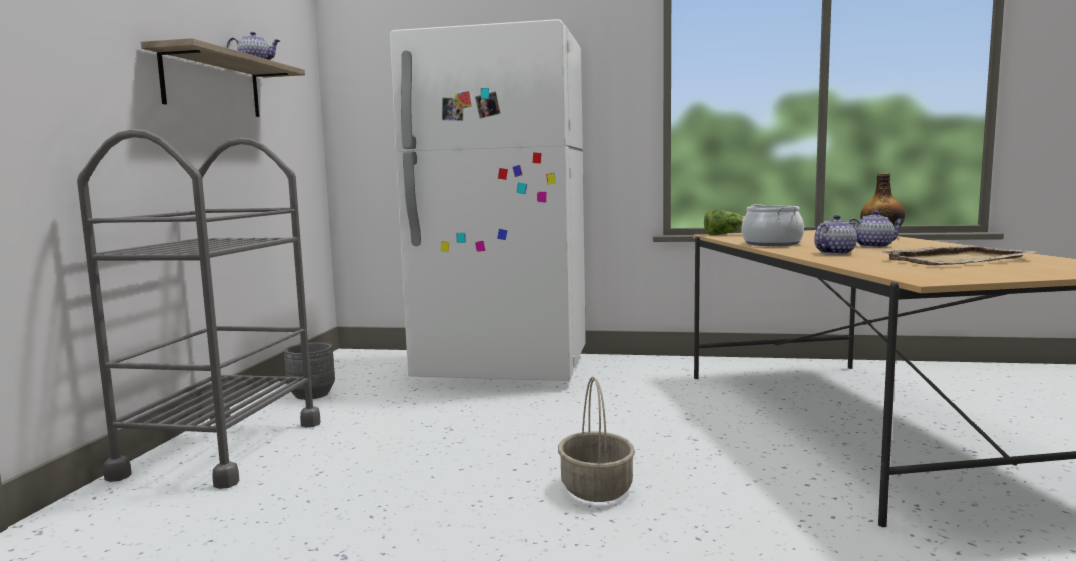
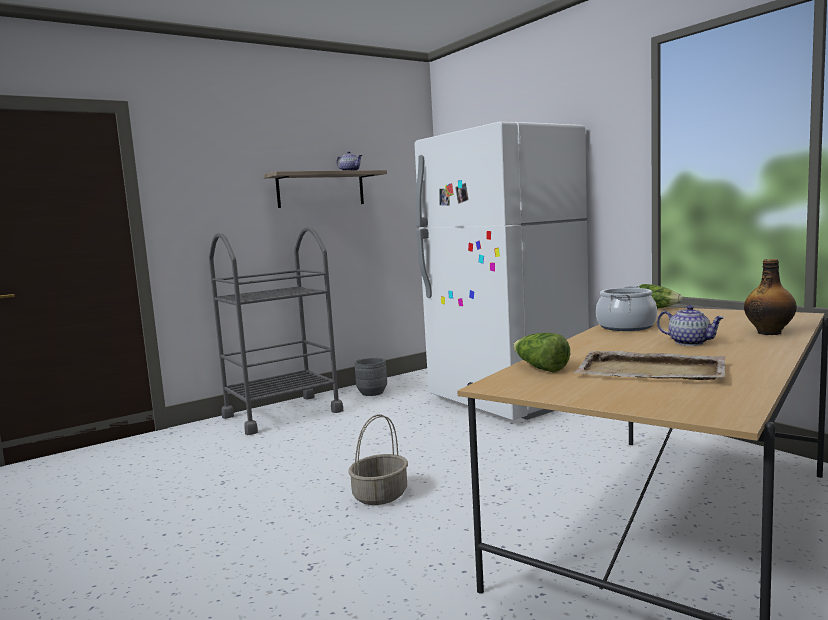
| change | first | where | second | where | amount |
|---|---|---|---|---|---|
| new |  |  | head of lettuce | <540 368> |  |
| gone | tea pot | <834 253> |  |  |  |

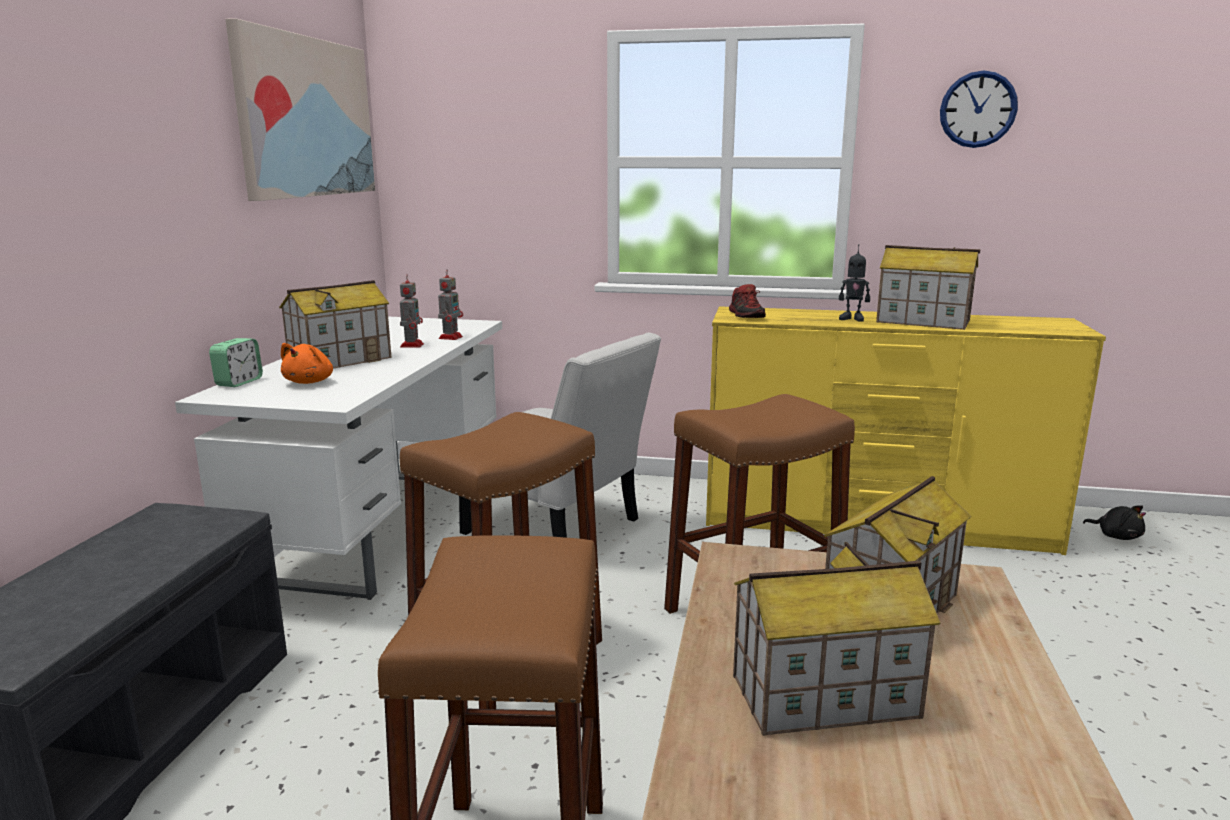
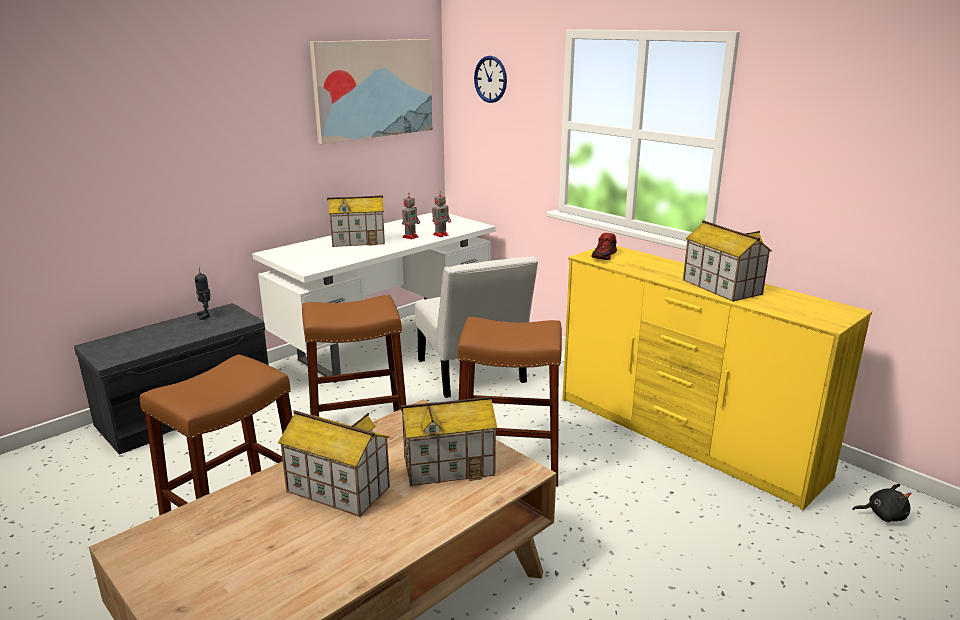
| change | first | where | second | where | amount |
|---|---|---|---|---|---|
| shifted | toy robot | <852 319> |  | <205 316> |  |
| shifted | hanging clock | <978 109> |  | <490 79> |  |
| rotated | black-coloured soft toy | <1116 536> |  | <883 515> | 75 degrees counterclockwise |
| gone | alarm clock | <239 382> |  |  |  |
| gone | orangey soft toy | <310 382> |  |  |  |

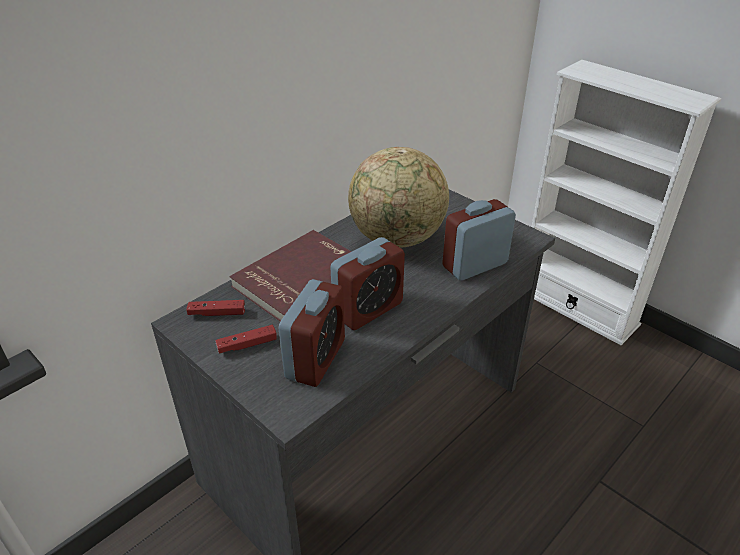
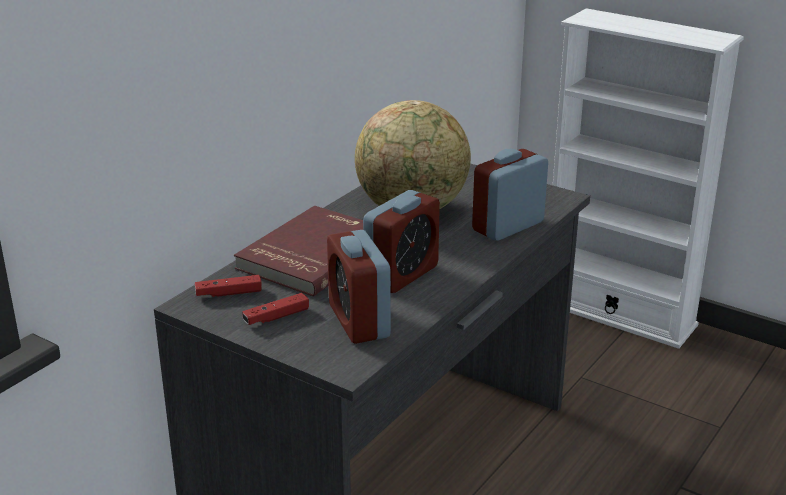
| change | first | where | second | where | amount |
|---|---|---|---|---|---|
| rotated | alarm clock | <315 359> |  | <359 321> | 150 degrees clockwise |

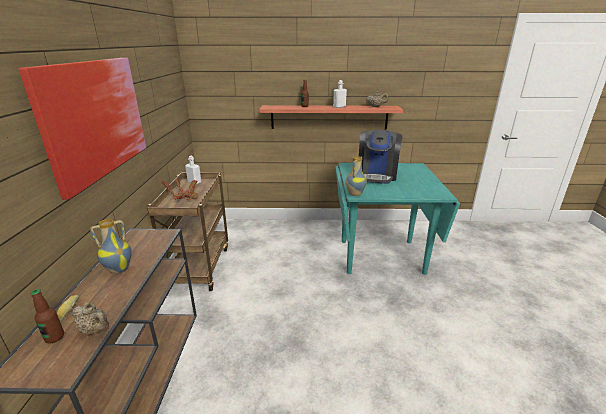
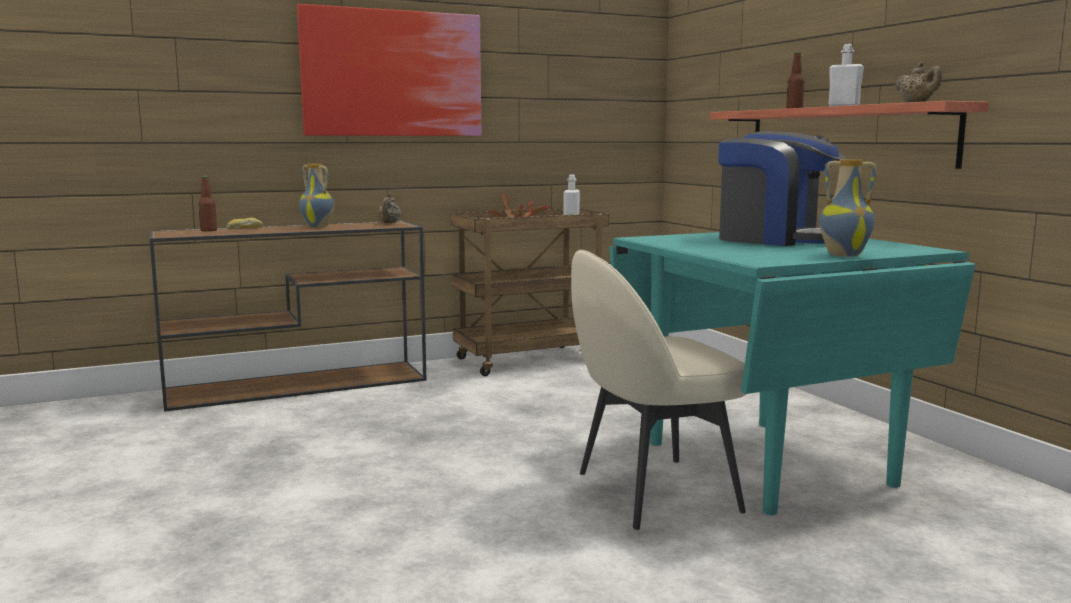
| change | first | where | second | where | amount |
|---|---|---|---|---|---|
| shifted | beige tea pot | <95 330> |  | <389 223> |  |
| new |  |  | beige upright chair | <652 492> |  |
| rotated | coffee maker | <377 175> |  | <775 239> | 135 degrees counterclockwise |
| shifted | flower vase | <354 194> |  | <844 255> |  |

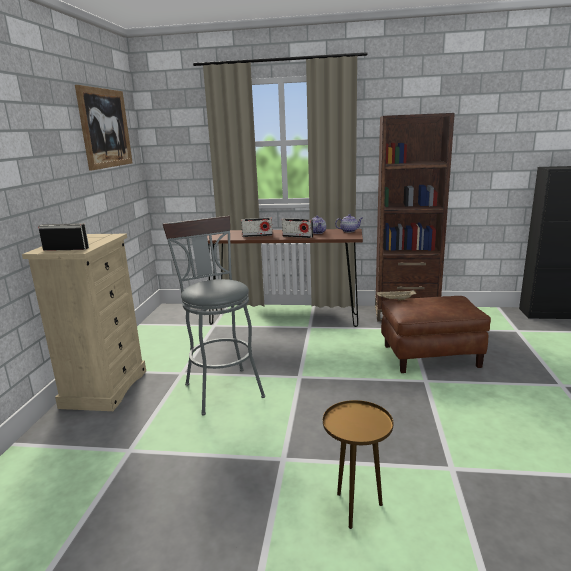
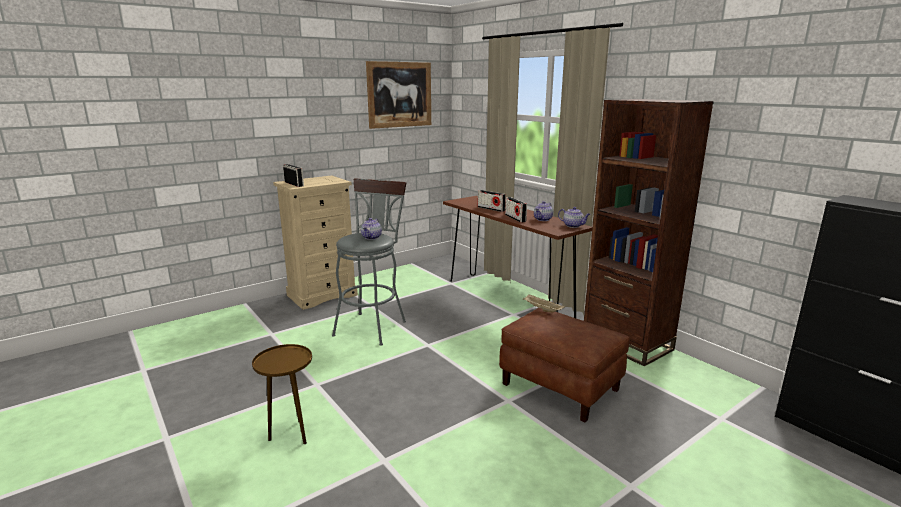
| change | first | where | second | where | amount |
|---|---|---|---|---|---|
| new |  |  | tea pot | <371 237> |  |

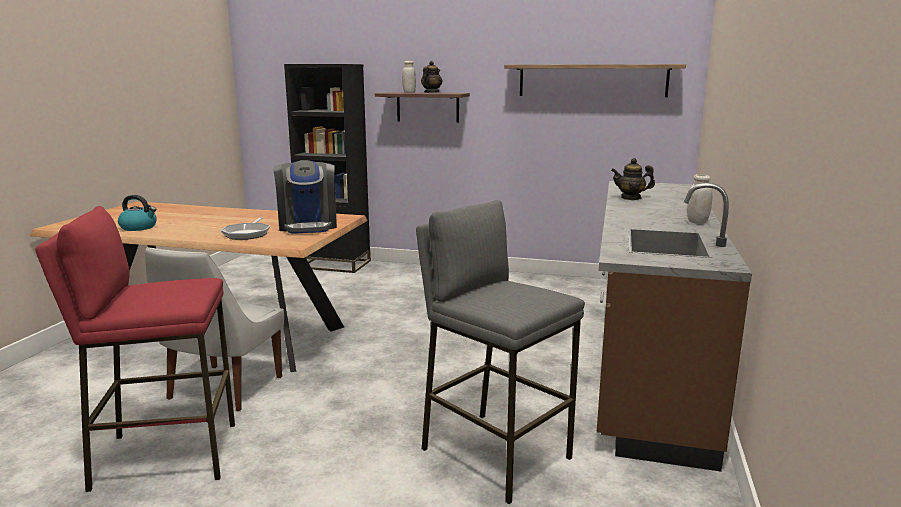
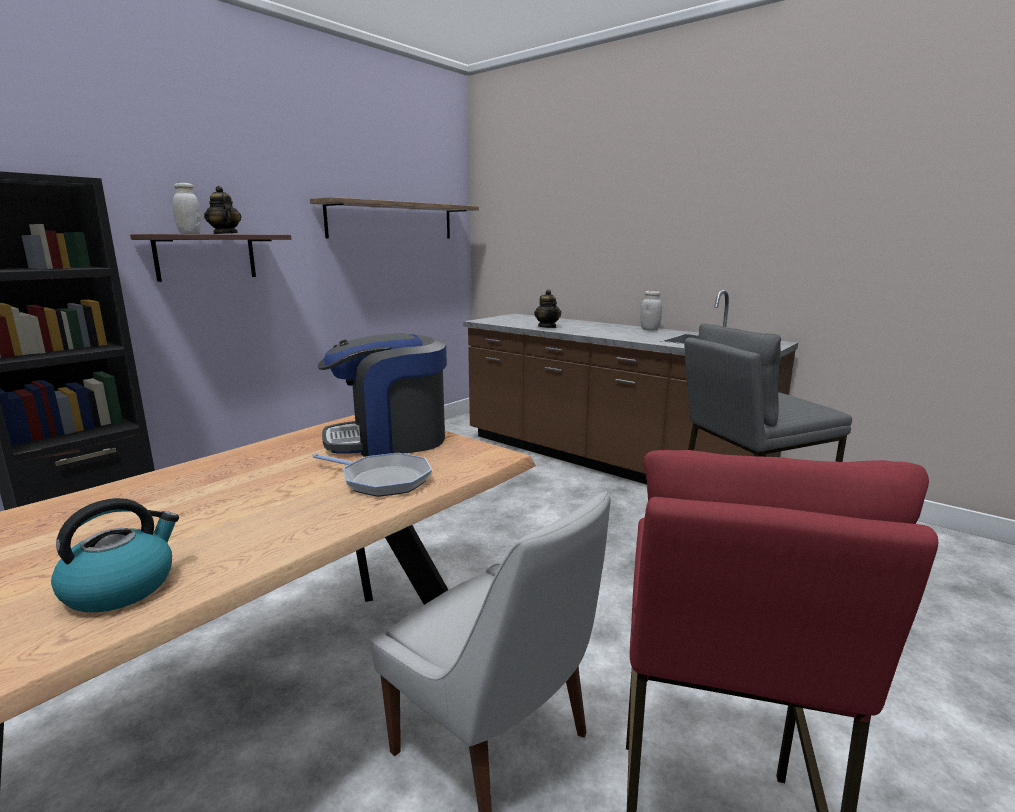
| change | first | where | second | where | amount |
|---|---|---|---|---|---|
| rotated | coffee maker | <308 226> |  | <389 440> | 150 degrees clockwise |
| rotated | tea pot | <631 198> |  | <547 327> | 45 degrees counterclockwise |

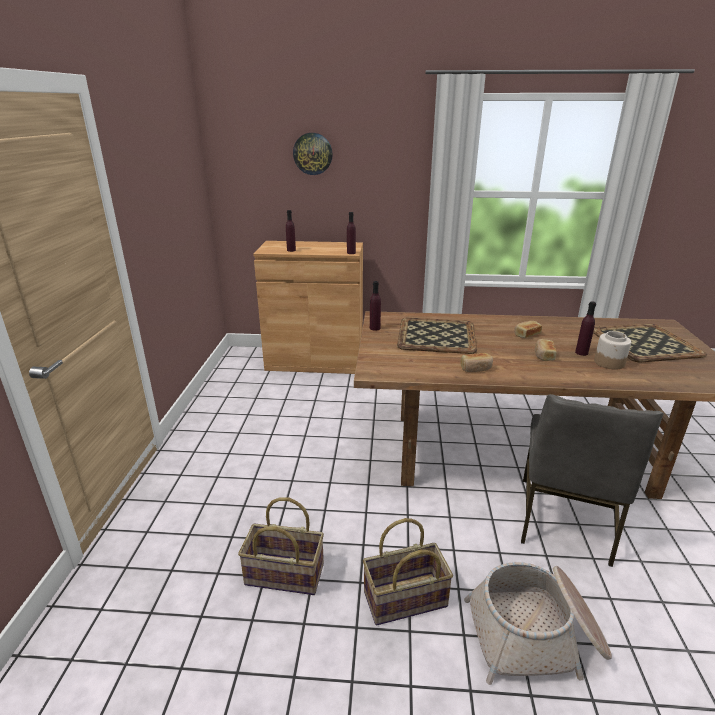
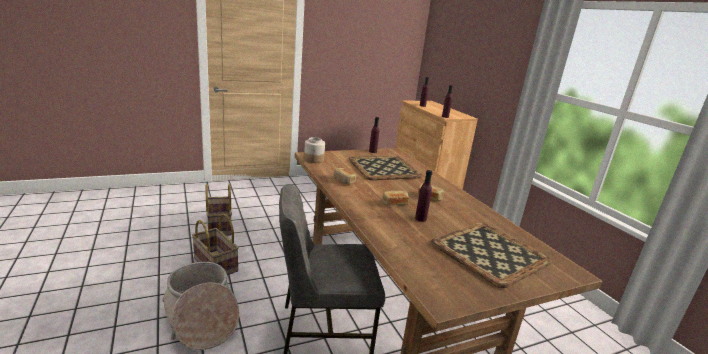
| change | first | where | second | where | amount |
|---|---|---|---|---|---|
| shifted | storage jar | <609 363> |  | <314 159> |  |
| gone | hanging clock | <312 154> |  |  |  |

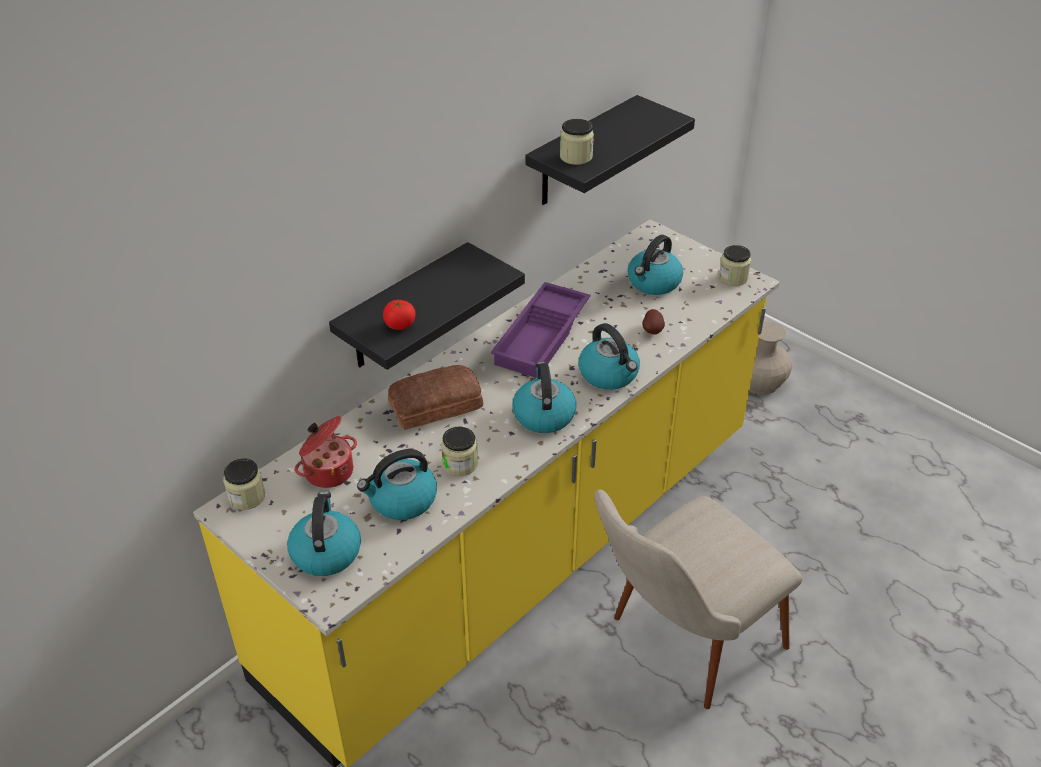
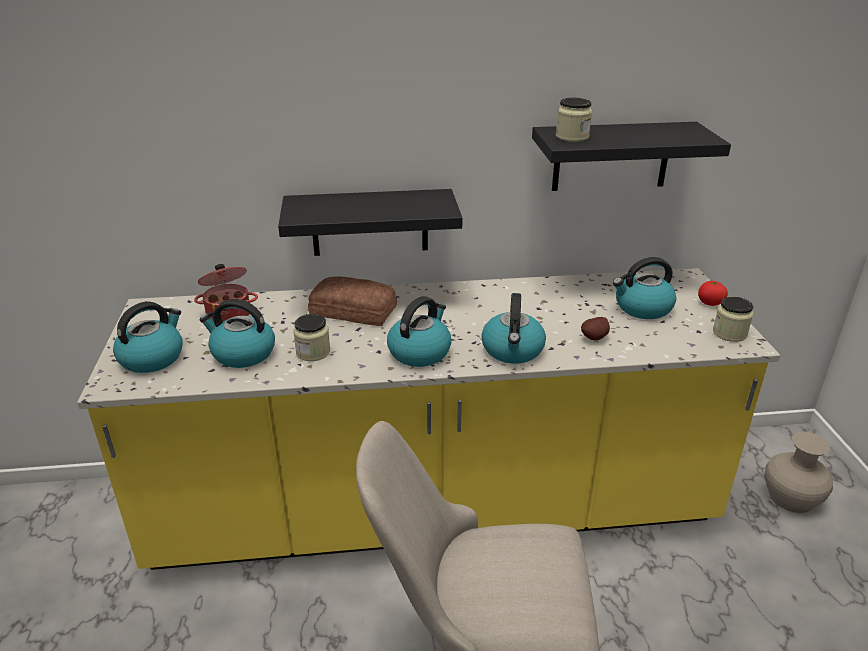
| change | first | where | second | where | amount |
|---|---|---|---|---|---|
| shifted | fresh tomato | <400 325> |  | <710 303> |  |
| gone | storage jar | <247 497> |  |  |  |
| gone | purple carrying tray | <543 337> |  |  |  |

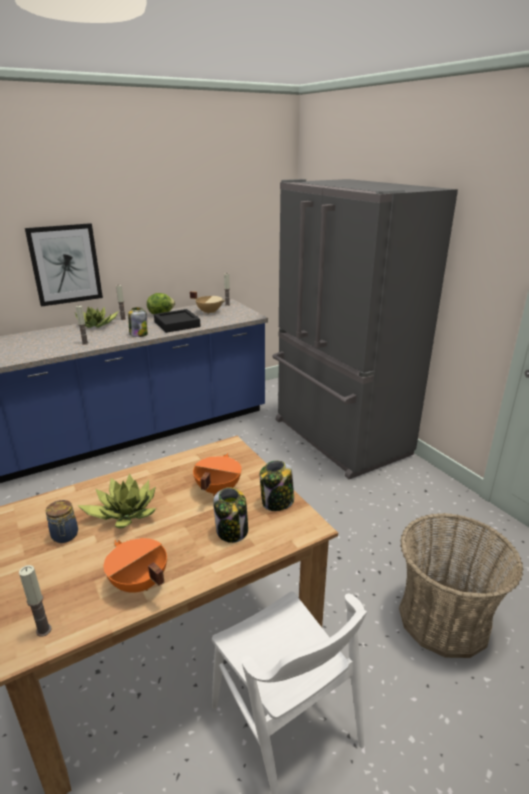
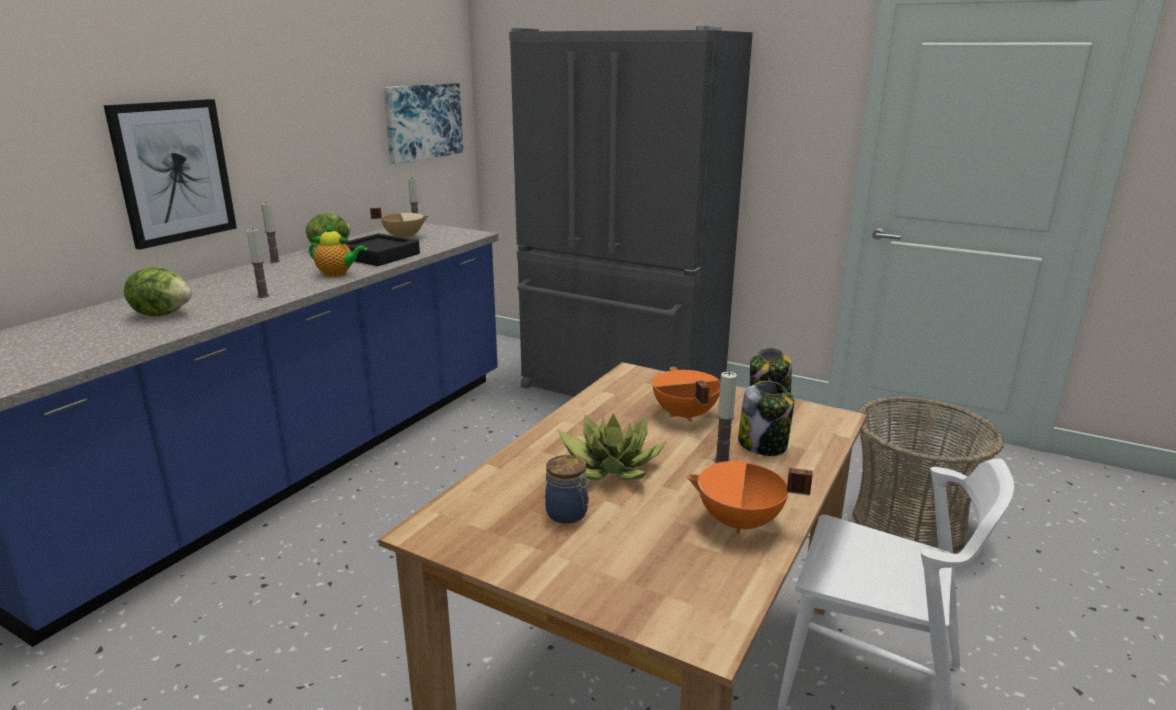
| change | first | where | second | where | amount |
|---|---|---|---|---|---|
| new |  |  | head of lettuce | <163 313> |  |
| swapped | storage jar | <138 334> | tea pot | <337 274> |  |
| new |  |  | picture | <423 121> |  |
| shifted | candle | <44 630> |  | <722 460> |  |
| gone | plant in a pot | <97 325> |  |  |  |

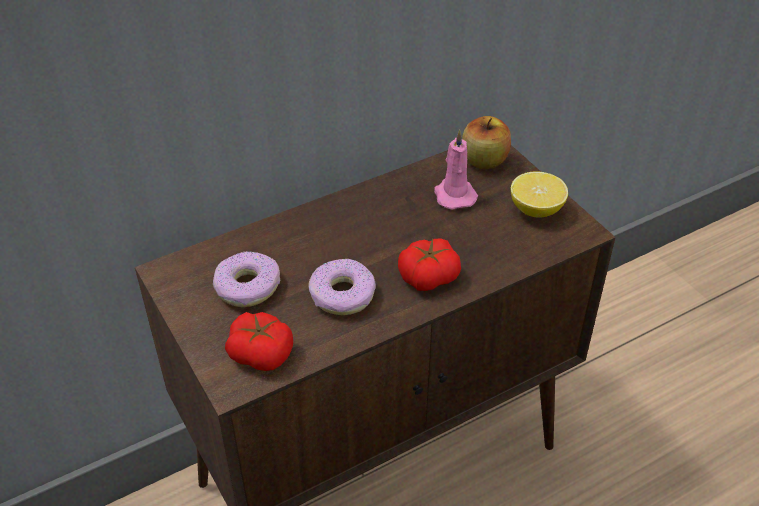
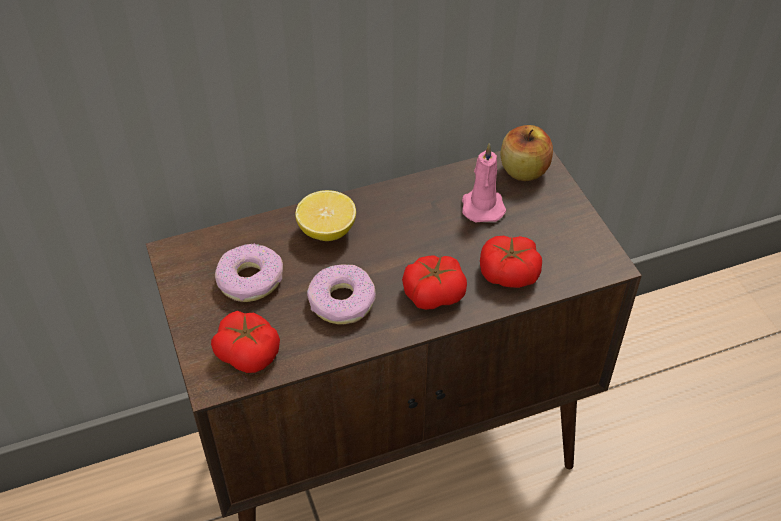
| change | first | where | second | where | amount |
|---|---|---|---|---|---|
| shifted | lemon | <536 210> |  | <327 231> |  |
| new |  |  | fresh tomato | <509 273> |  |

